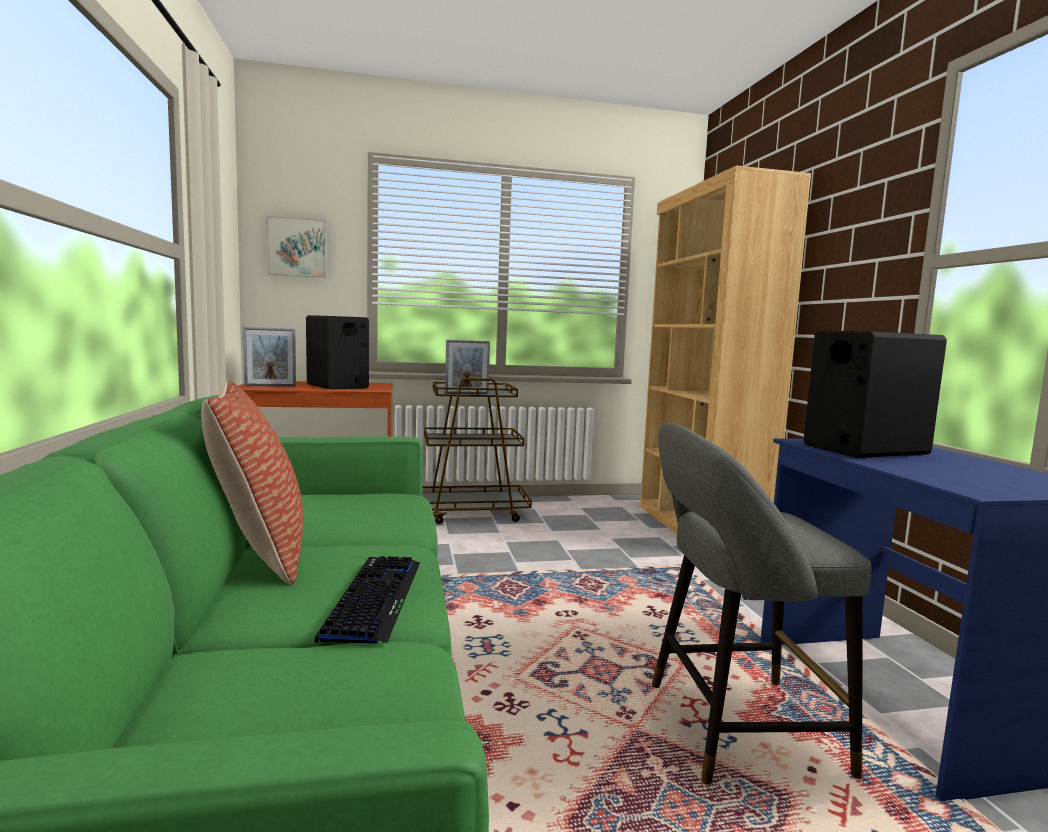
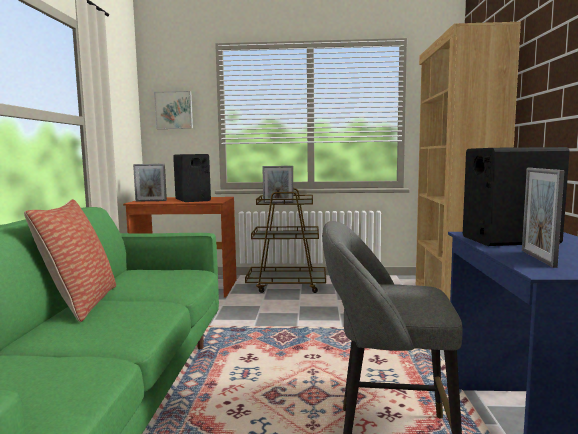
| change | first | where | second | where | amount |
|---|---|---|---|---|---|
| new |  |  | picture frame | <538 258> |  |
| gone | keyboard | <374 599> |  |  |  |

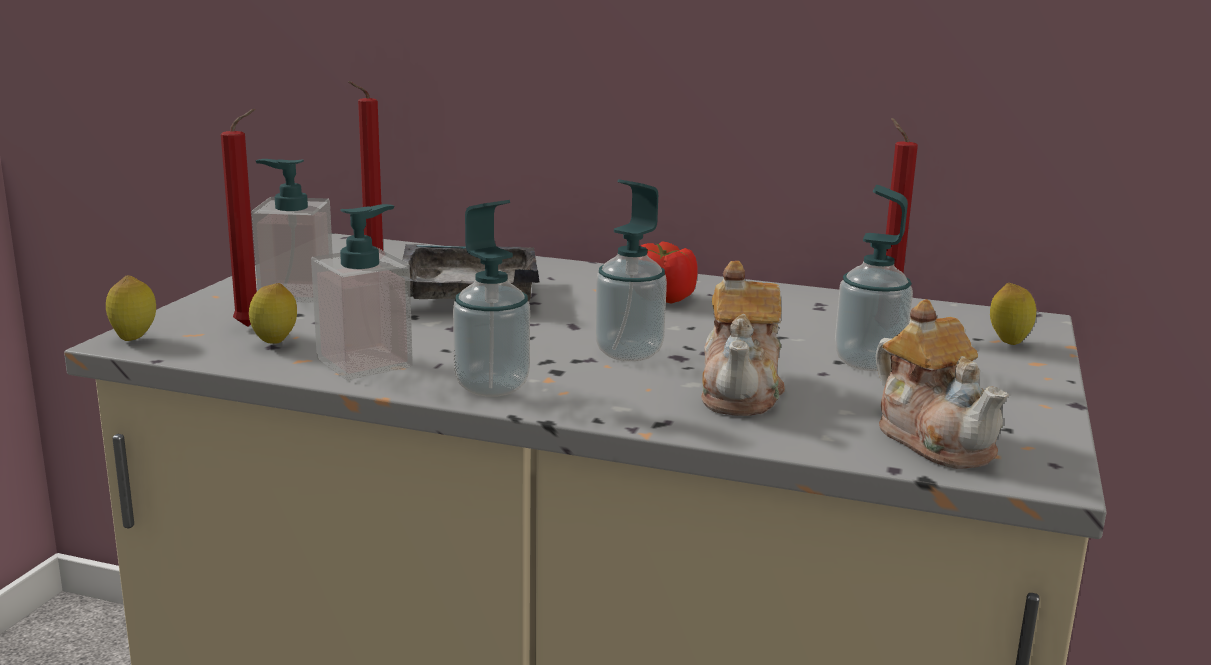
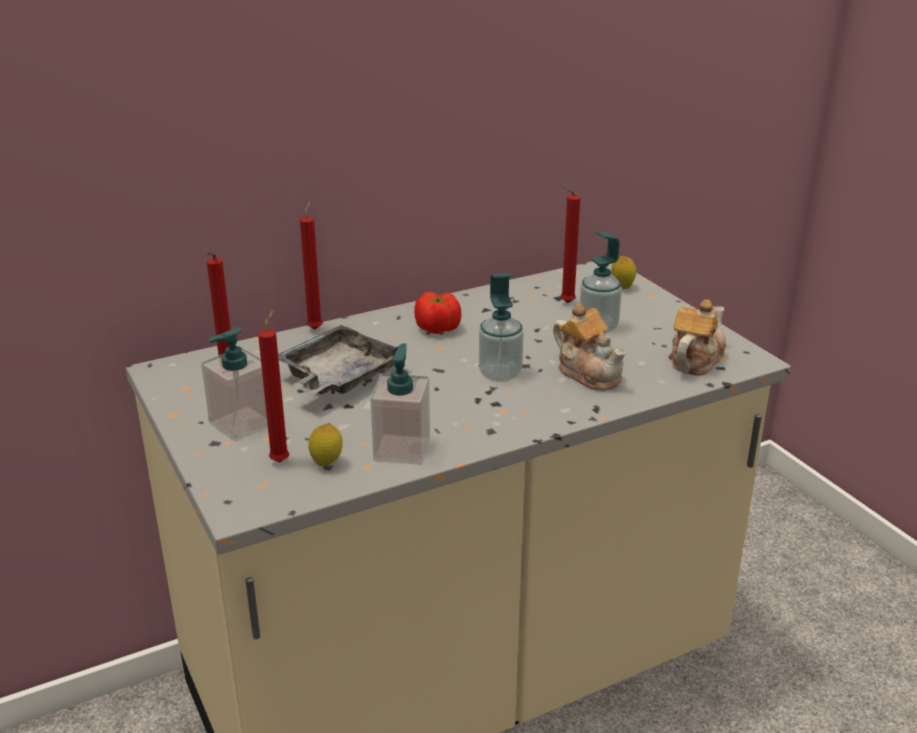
| change | first | where | second | where | amount |
|---|---|---|---|---|---|
| new |  |  | red-coloured candle | <316 328> |  |
| rotated | tea pot | <935 439> |  | <695 360> | 75 degrees counterclockwise |
| gone | lemon | <134 339> |  |  |  |
| gone | liquid soap bottle | <492 386> |  |  |  |

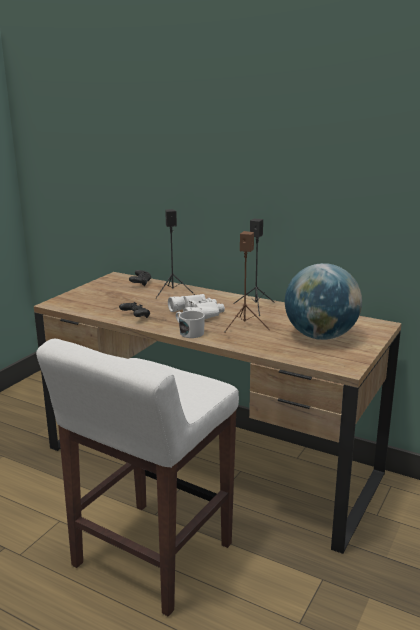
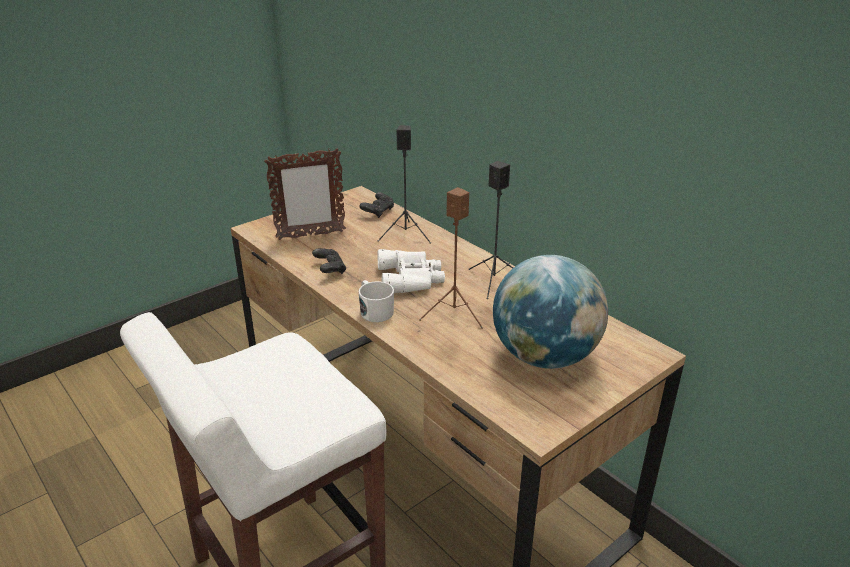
| change | first | where | second | where | amount |
|---|---|---|---|---|---|
| new |  |  | picture frame | <310 235> |  |

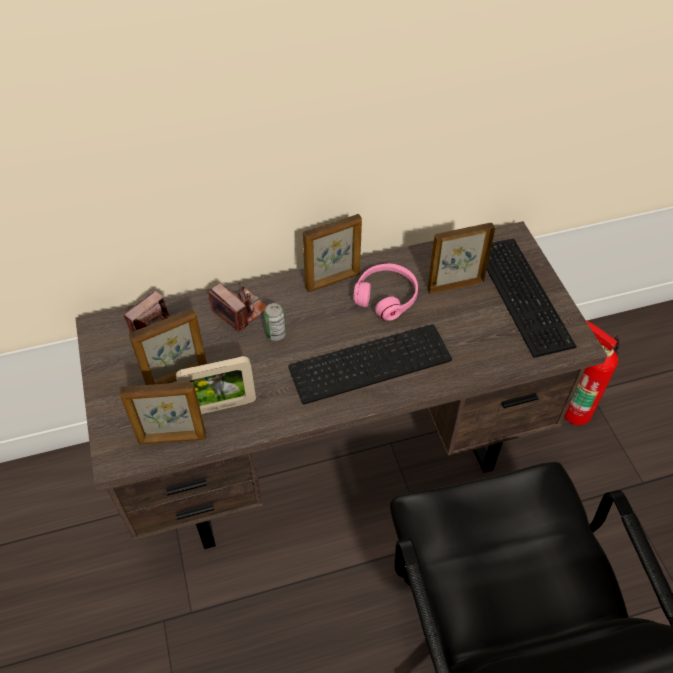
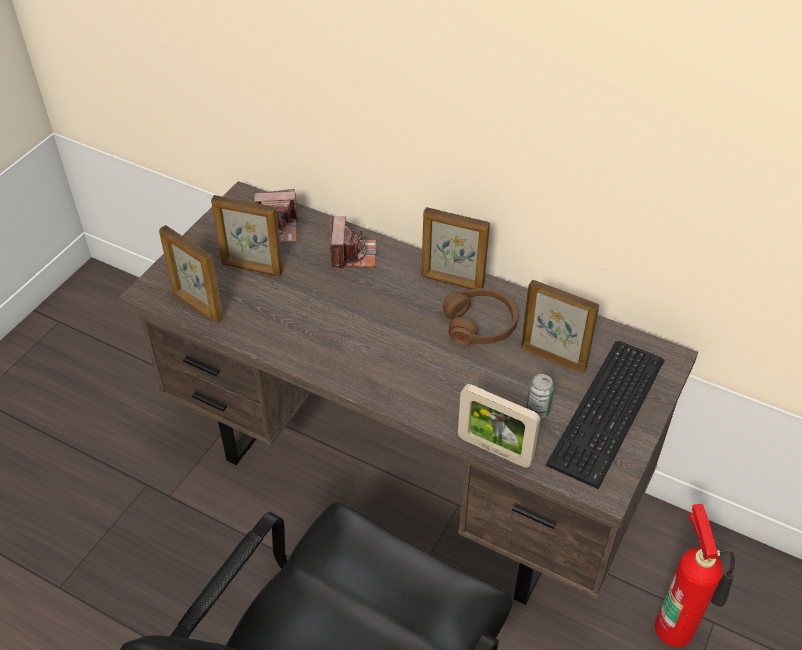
| change | first | where | second | where | amount |
|---|---|---|---|---|---|
| repainted | pinkish headphones | <386 297> | brown headphones | <480 324> |  |
| shifted | picture frame | <221 406> |  | <494 450> |  |
| shifted | sealed can | <276 334> |  | <537 410> |  |
| gone | keyboard | <370 361> |  |  |  |

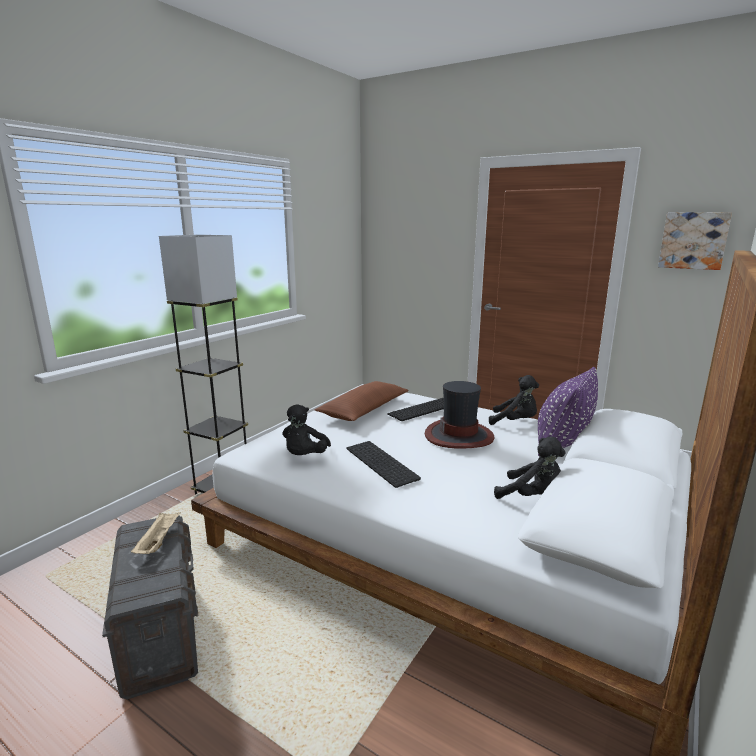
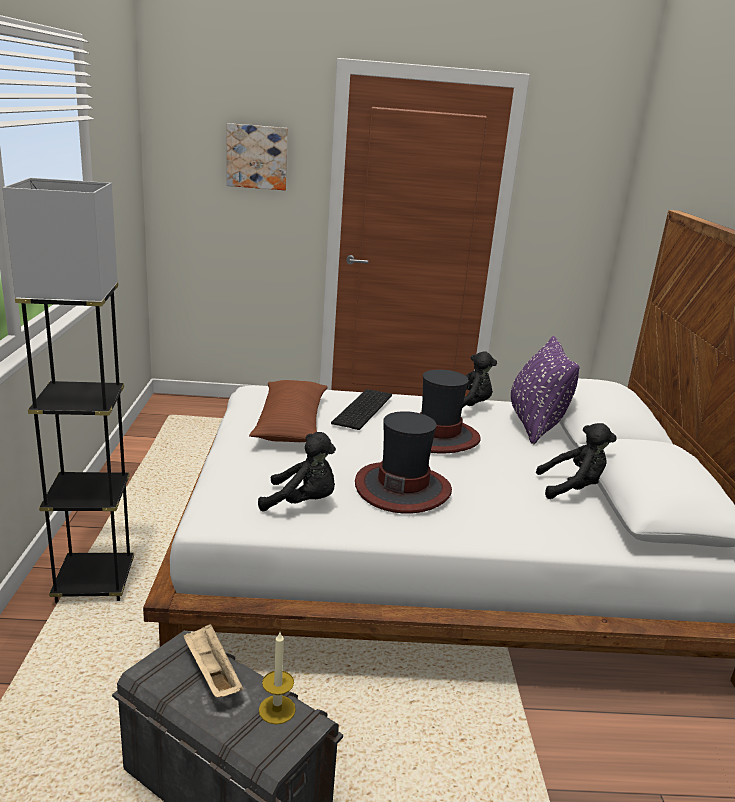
| change | first | where | second | where | amount |
|---|---|---|---|---|---|
| shifted | picture | <693 240> |  | <257 156> |  |
| rotated | black-coloured soft toy | <304 456> |  | <302 503> | 60 degrees counterclockwise |
| new |  |  | candle | <277 709> |  |
| swapped | keyboard | <383 463> | hat | <402 488> |  |

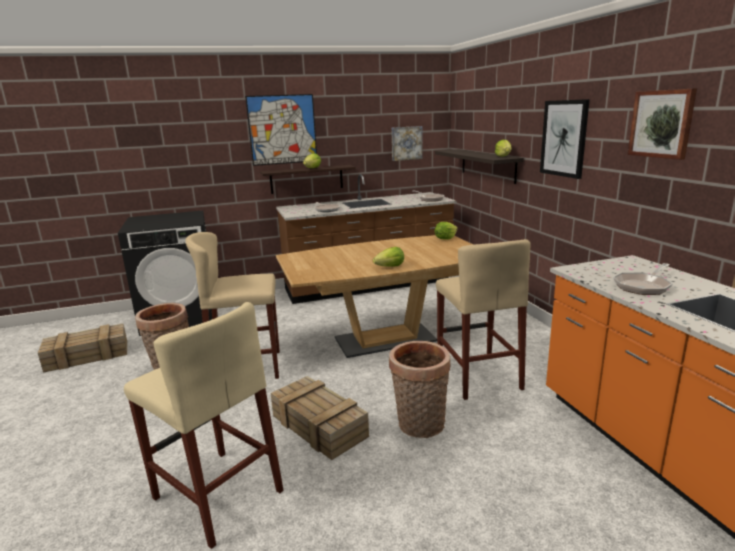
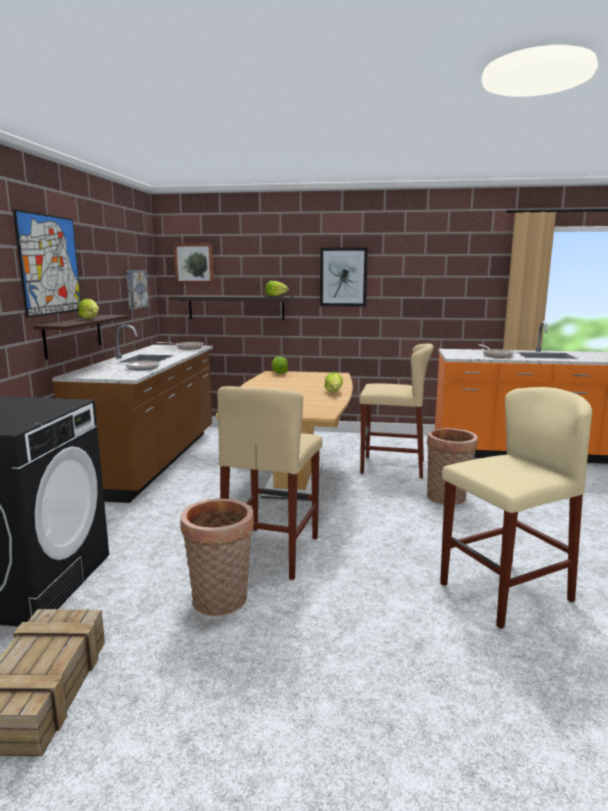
| change | first | where | second | where | amount |
|---|---|---|---|---|---|
| shifted | picture | <661 124> |  | <194 263> |  |
| gone | crate | <320 426> |  |  |  |

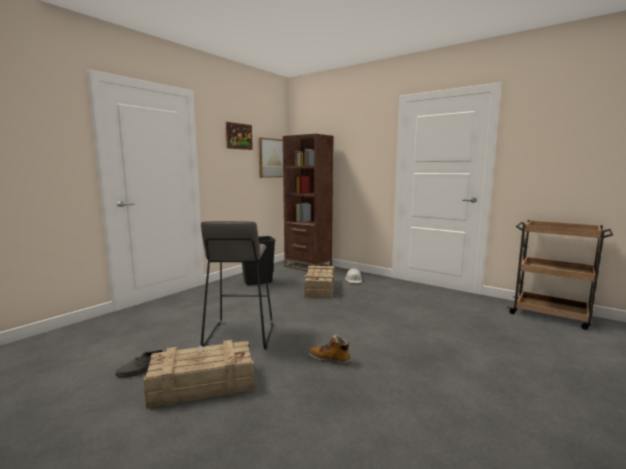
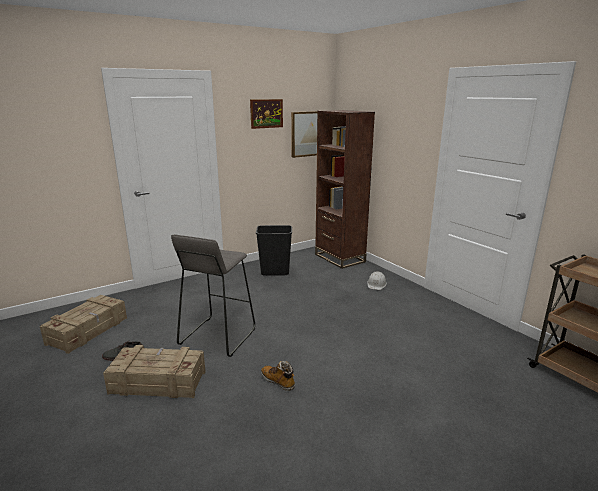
| change | first | where | second | where | amount |
|---|---|---|---|---|---|
| shifted | crate | <320 288> |  | <88 330> |  |

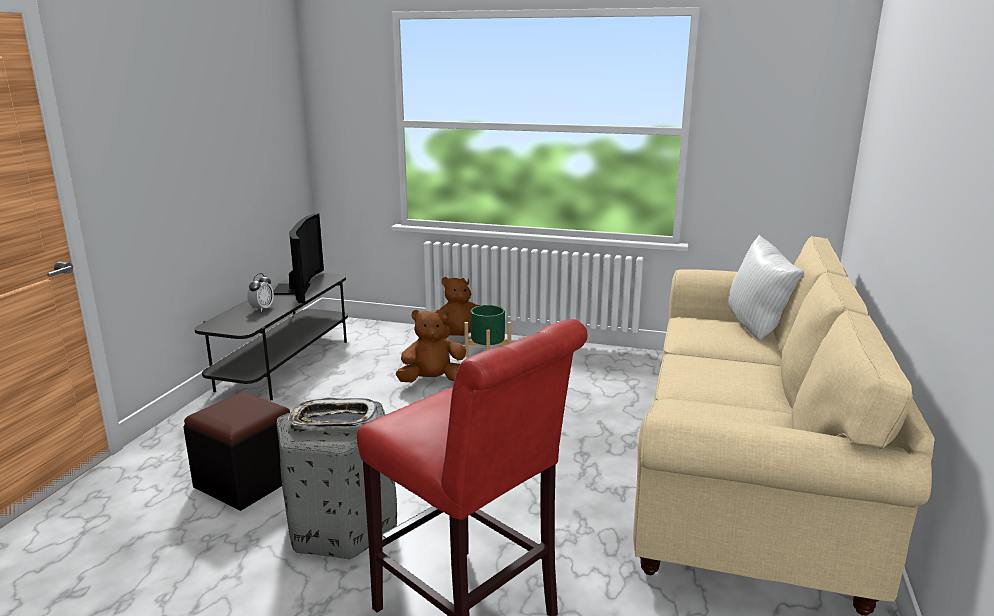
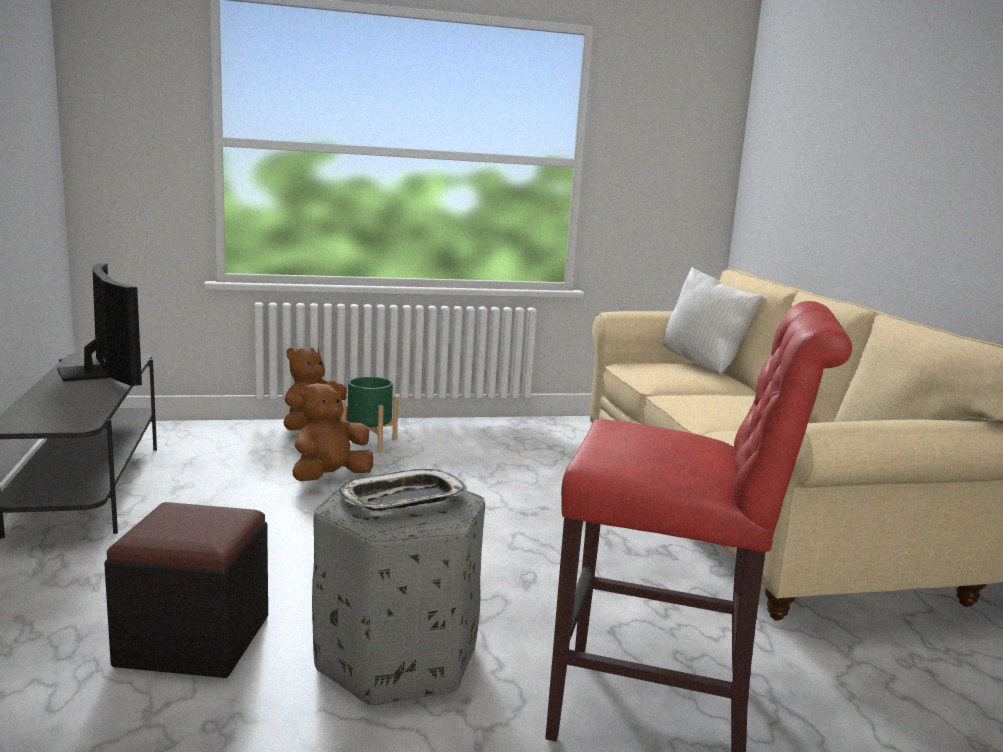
| change | first | where | second | where | amount |
|---|---|---|---|---|---|
| gone | alarm clock | <262 308> |  |  |  |

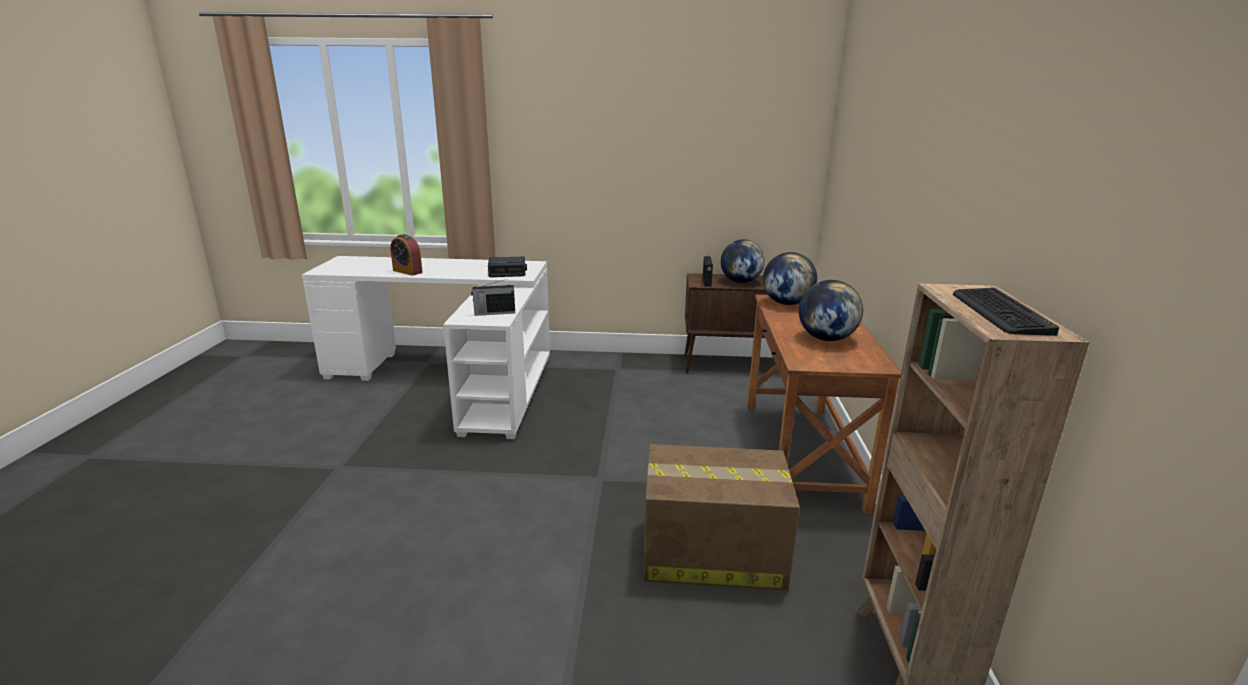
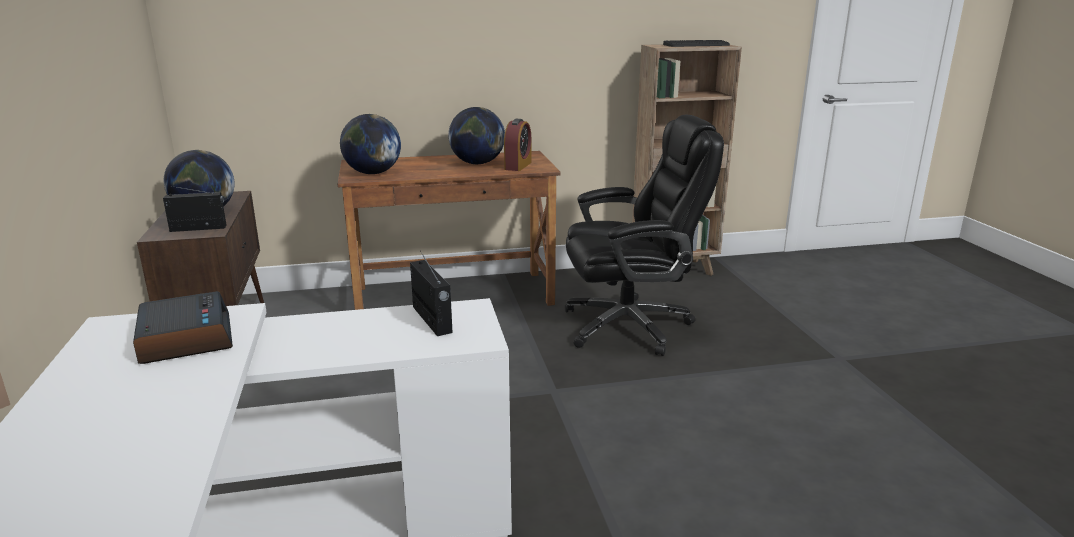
| change | first | where | second | where | amount |
|---|---|---|---|---|---|
| shifted | alarm clock | <407 271> |  | <518 166> |  |
| swapped | carton | <710 552> | black-coloured computer chair | <630 325> |  |

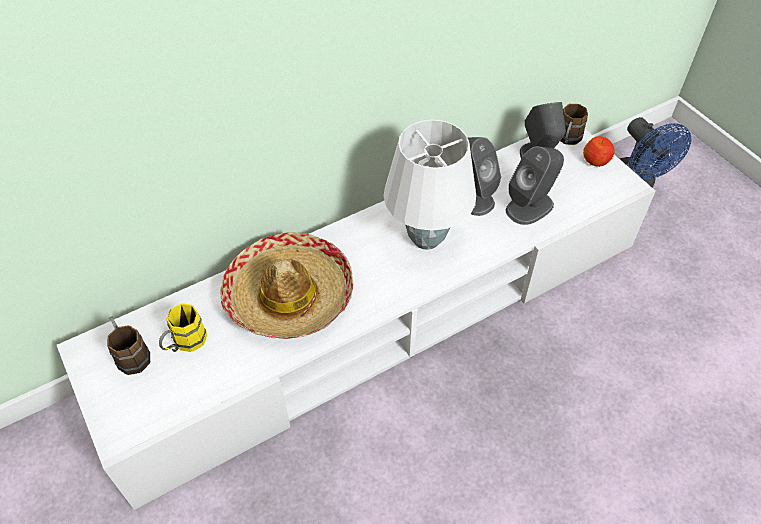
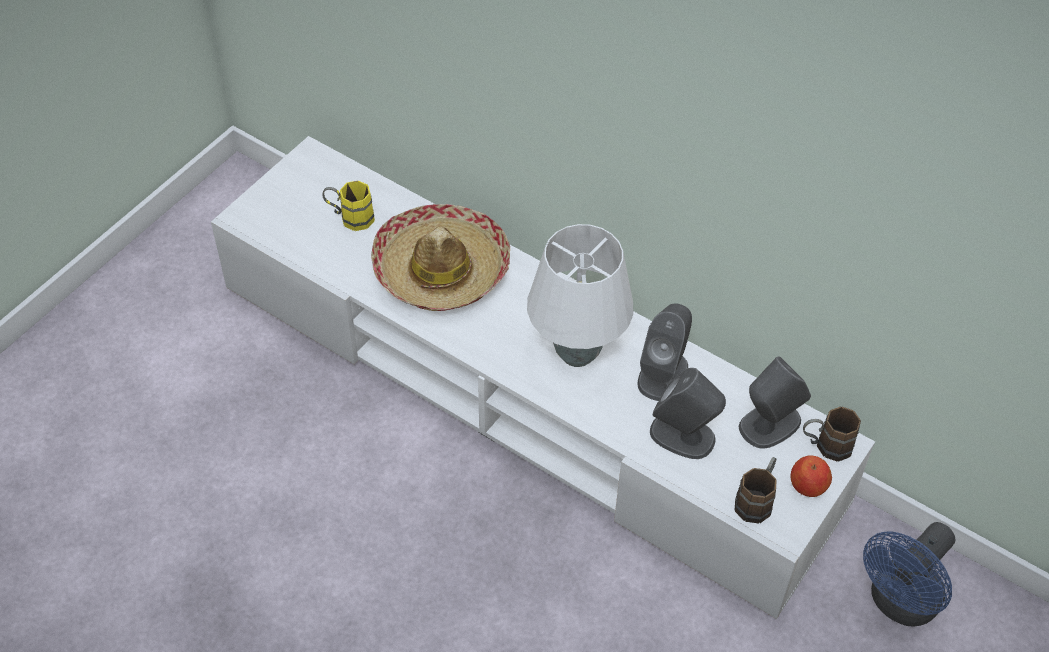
| change | first | where | second | where | amount |
|---|---|---|---|---|---|
| shifted | brown tea mug | <130 354> |  | <757 500> |  |

